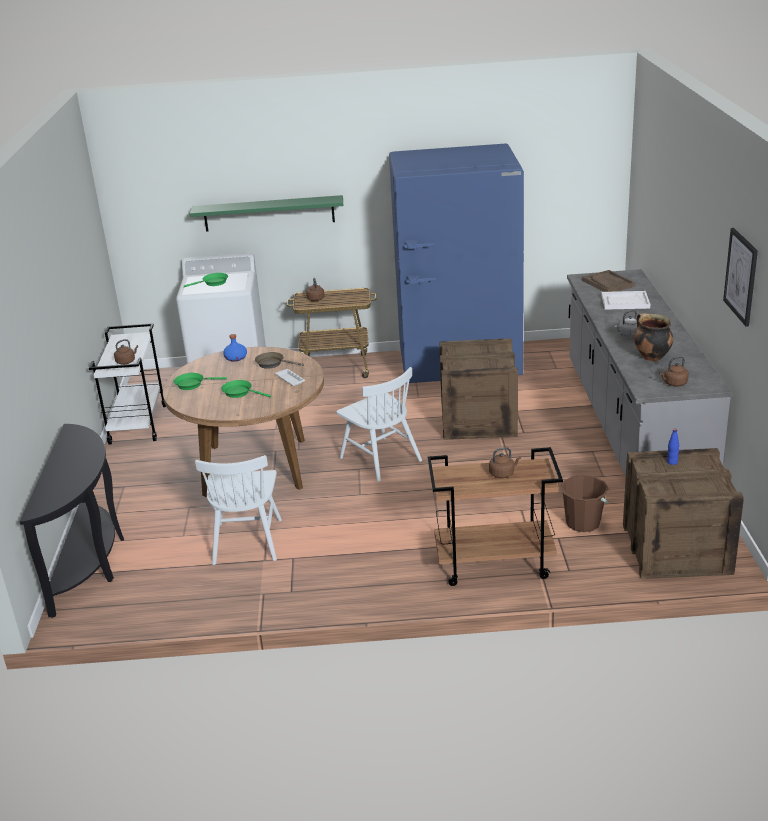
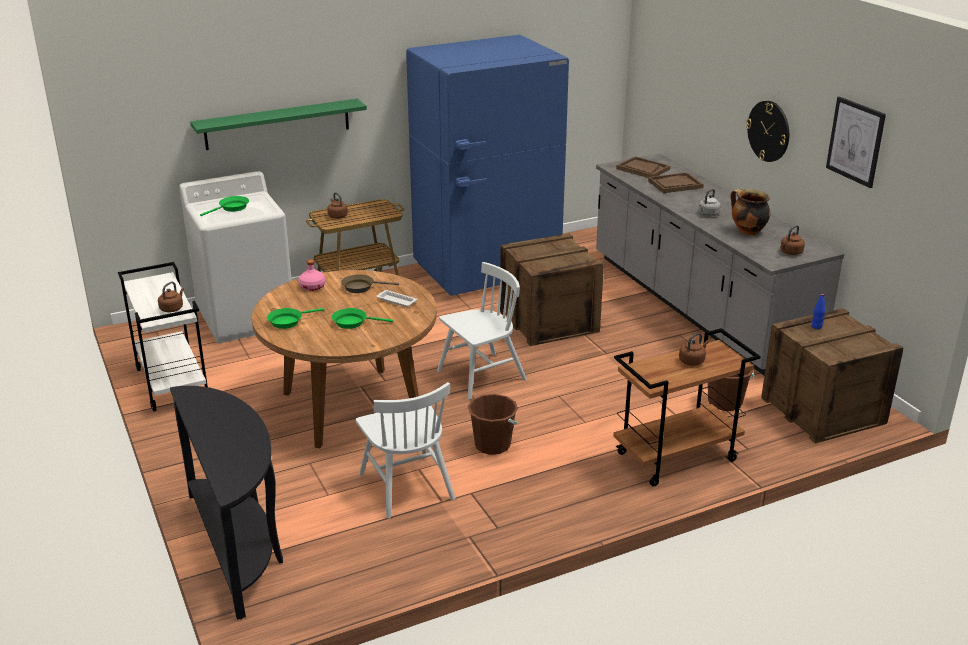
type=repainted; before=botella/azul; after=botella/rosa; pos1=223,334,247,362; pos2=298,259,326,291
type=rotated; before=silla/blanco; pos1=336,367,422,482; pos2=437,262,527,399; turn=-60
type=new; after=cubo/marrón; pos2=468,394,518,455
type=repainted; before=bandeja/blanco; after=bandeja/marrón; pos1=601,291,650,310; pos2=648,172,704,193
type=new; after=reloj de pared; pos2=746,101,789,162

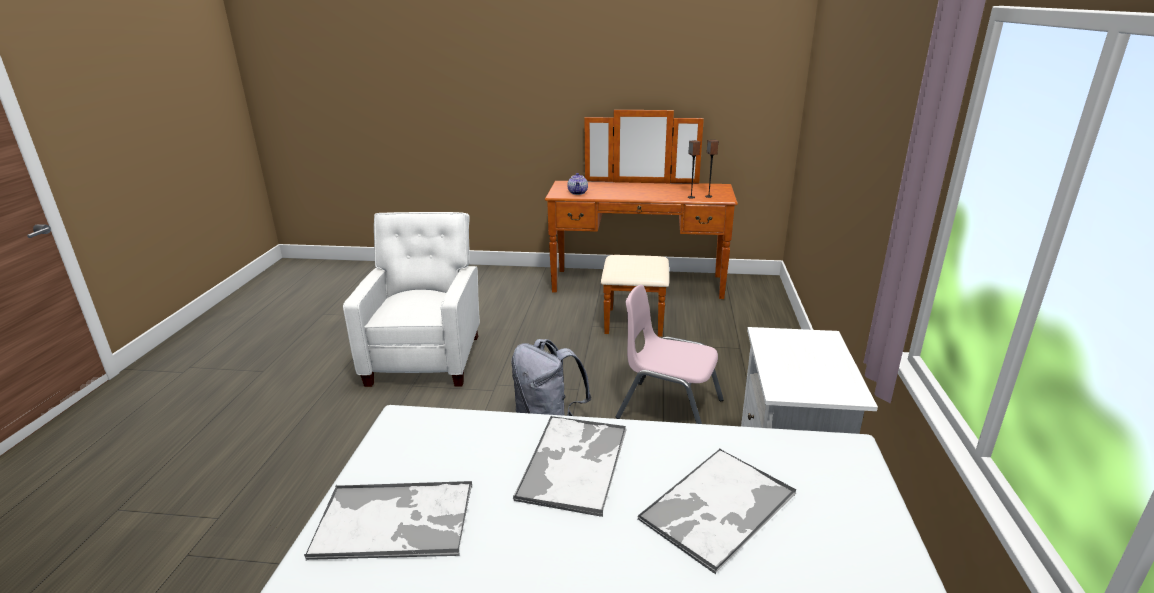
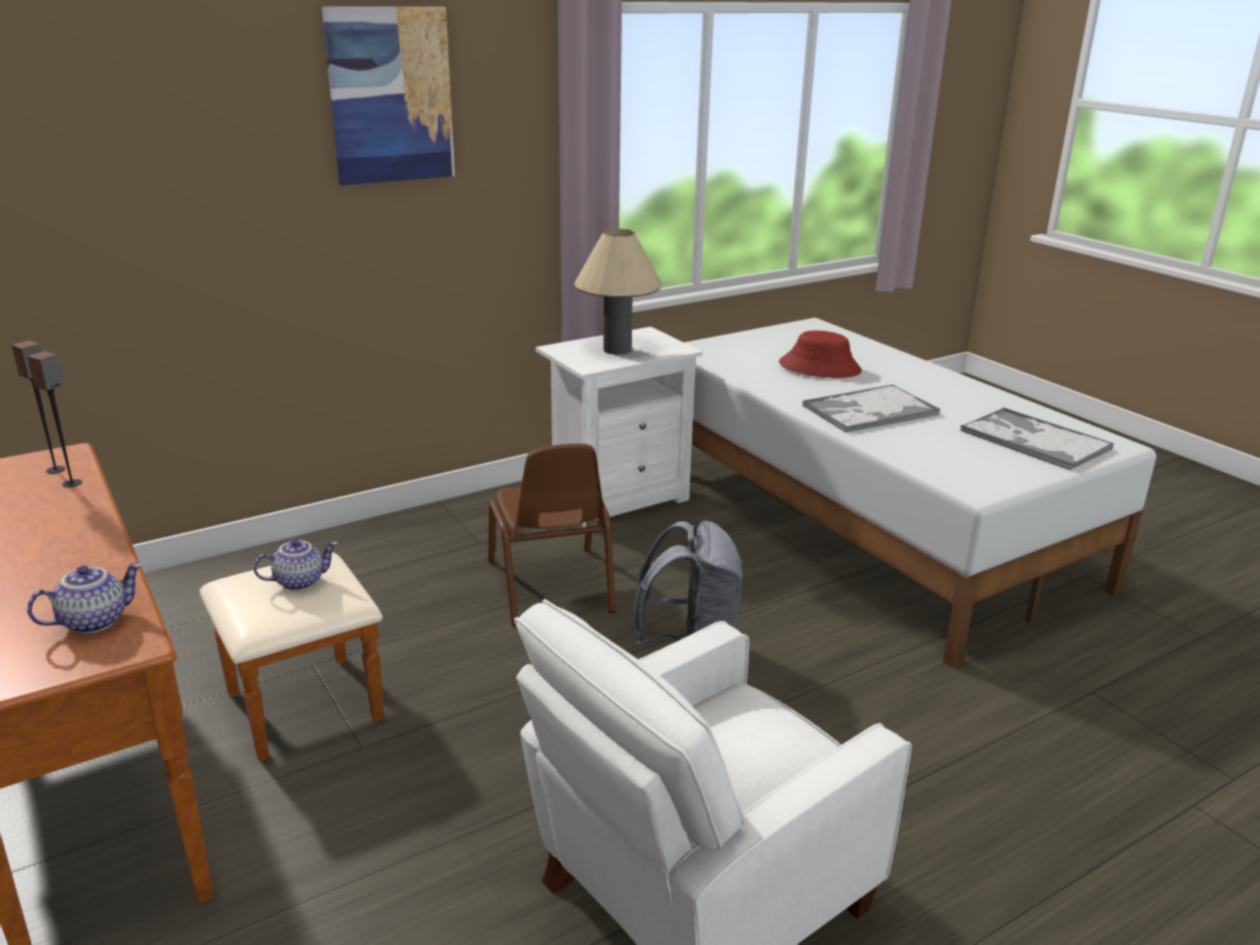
type=new; after=tetera; pos2=254,539,338,591
type=new; after=cuadro; pos2=322,7,455,186
type=repainted; before=silla/rosa; after=silla/marrón; pos1=616,285,724,424; pos2=488,444,616,626
type=new; after=lámpara de mesa/beis; pos2=575,229,662,355
type=swapped; before=bandeja; after=sombrero/rojo; pos1=637,448,796,574; pos2=779,330,862,378

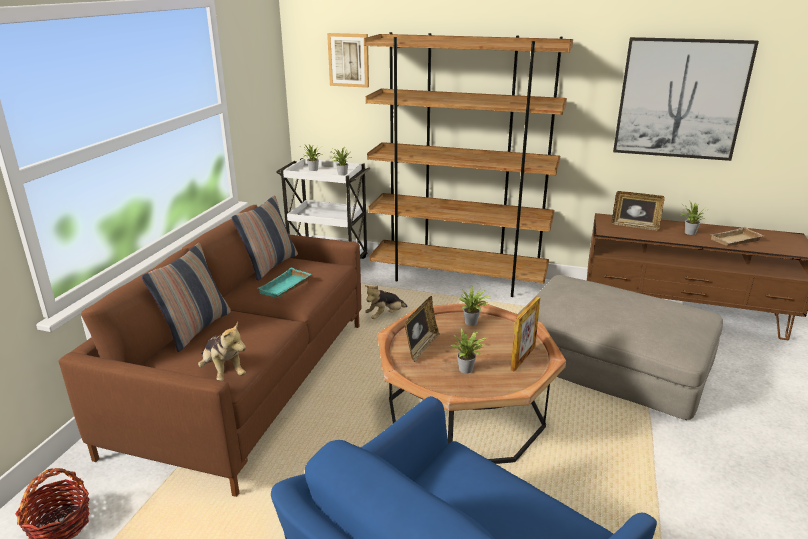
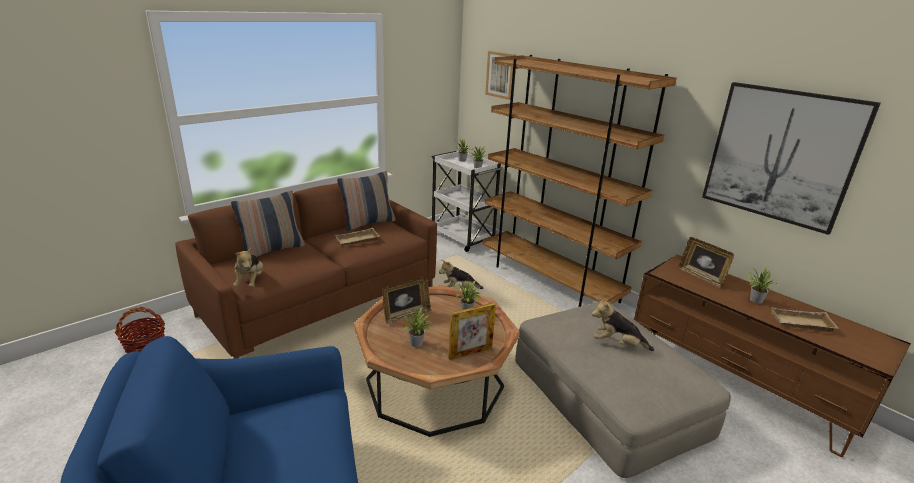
type=repainted; before=bandeja/turquesa; after=bandeja/beis; pos1=258,267,311,298; pos2=335,228,380,246
type=new; after=peluche; pos2=592,297,654,351

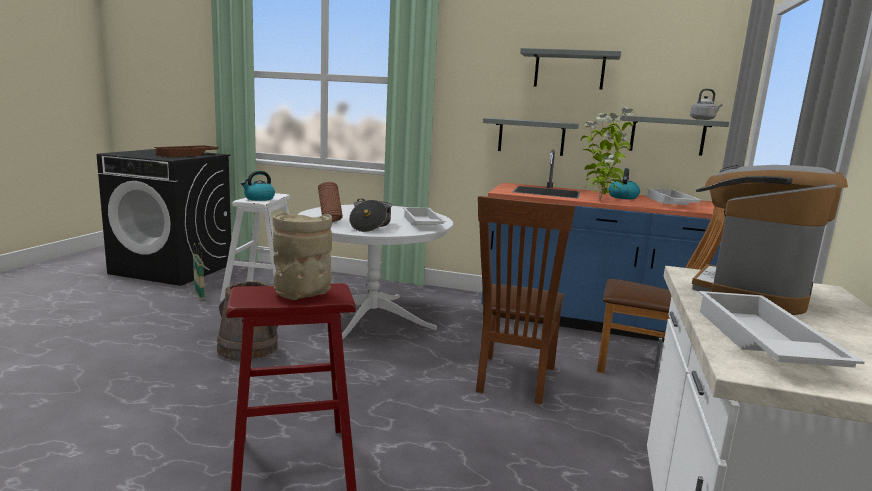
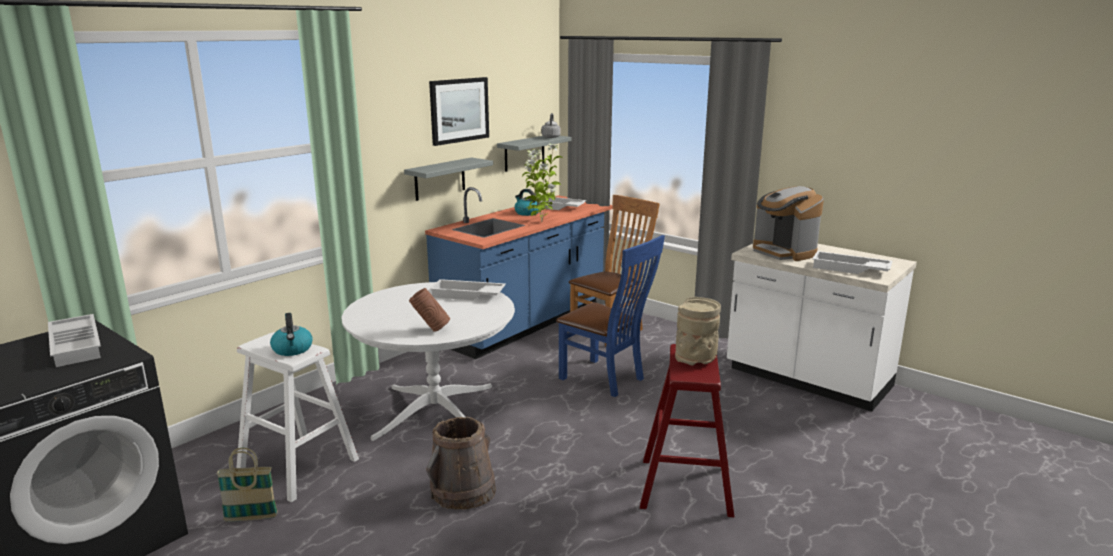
type=repainted; before=bandeja/marrón; after=bandeja/blanco; pos1=154,145,219,157; pos2=48,314,101,367
type=swapped; before=estante/gris; after=cuadro; pos1=520,48,621,90; pos2=429,77,489,146
type=repainted; before=silla/marrón; after=silla/azul; pos1=476,196,576,404; pos2=556,235,665,397
type=gone; before=olla; pos1=349,199,392,232

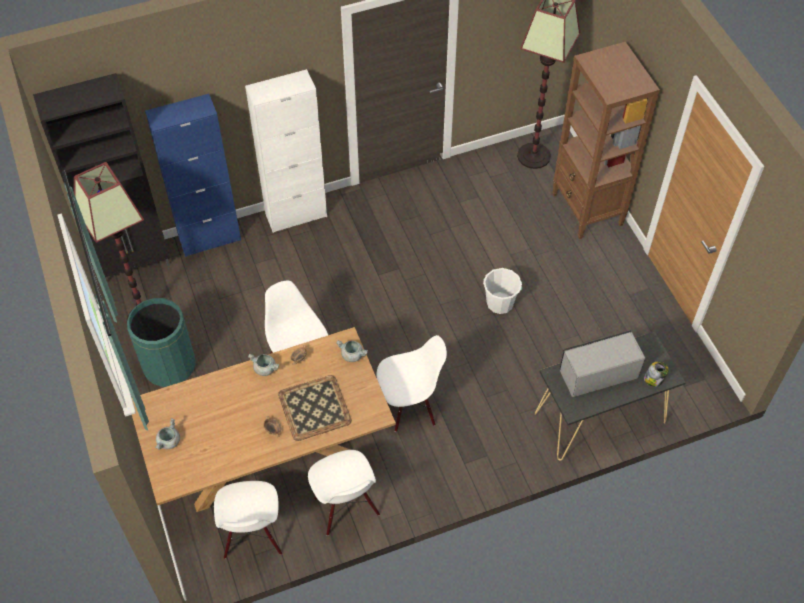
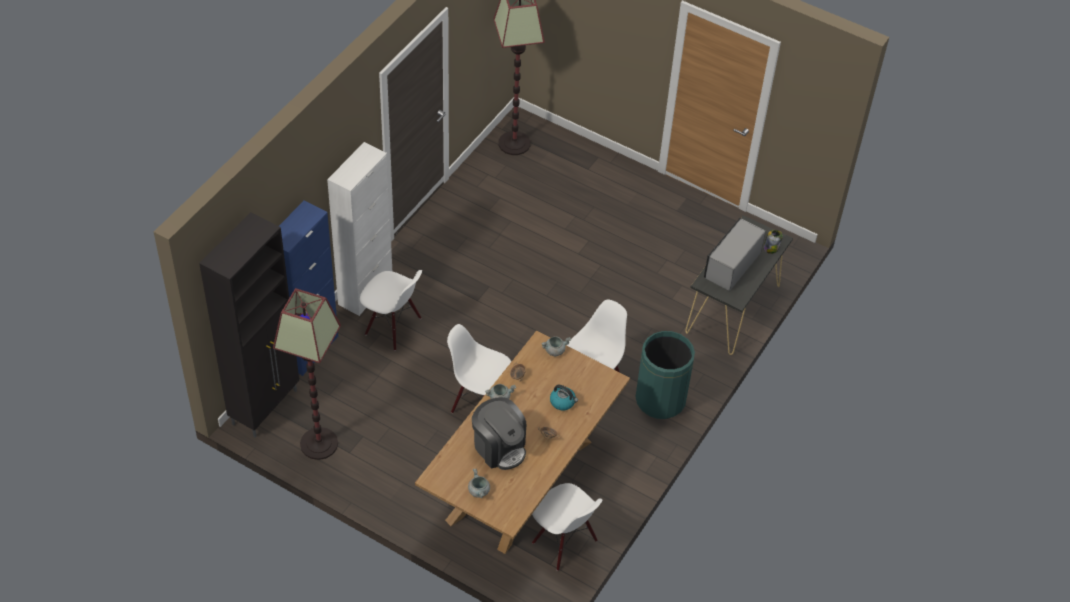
type=shifted; before=silla/blanco; pos1=308,450,380,536; pos2=360,270,422,351
type=new; after=cafetera; pos2=472,397,526,470
type=swapped; before=bandeja; after=hervidor; pos1=278,375,352,441; pos2=550,385,578,411
type=shifted; before=papelera/verde; pos1=127,298,196,387; pos2=636,331,695,419
type=gone; before=cubo/blanco; pos1=483,268,522,314
type=gone; before=estantería/marrón; pos1=552,42,660,239

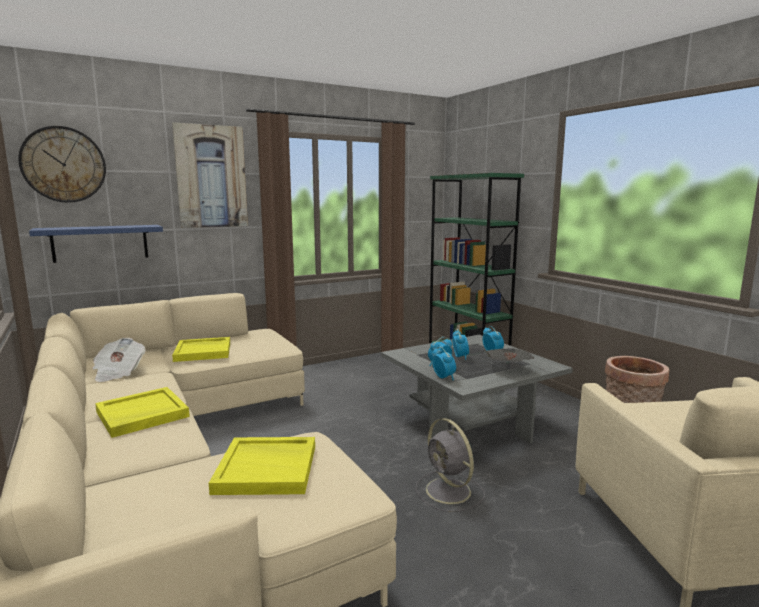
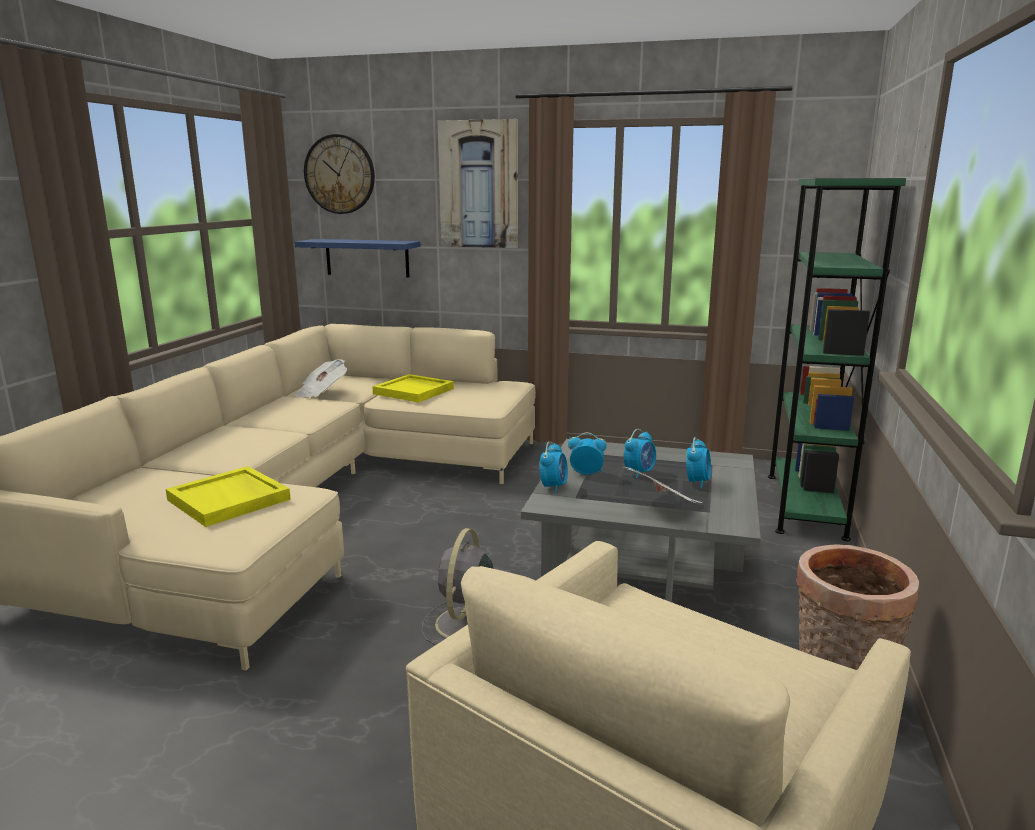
type=gone; before=bandeja/amarillo; pos1=95,387,190,438

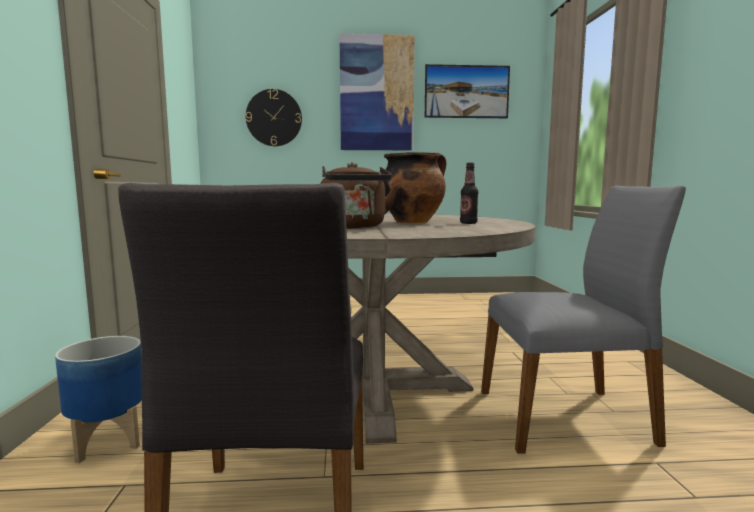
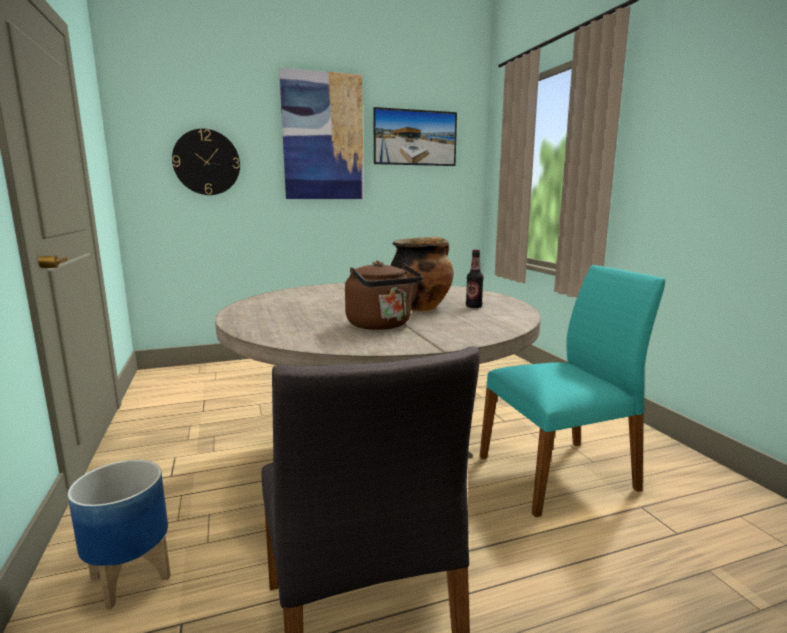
type=repainted; before=silla/gris; after=silla/turquesa; pos1=481,185,686,454; pos2=479,265,666,517

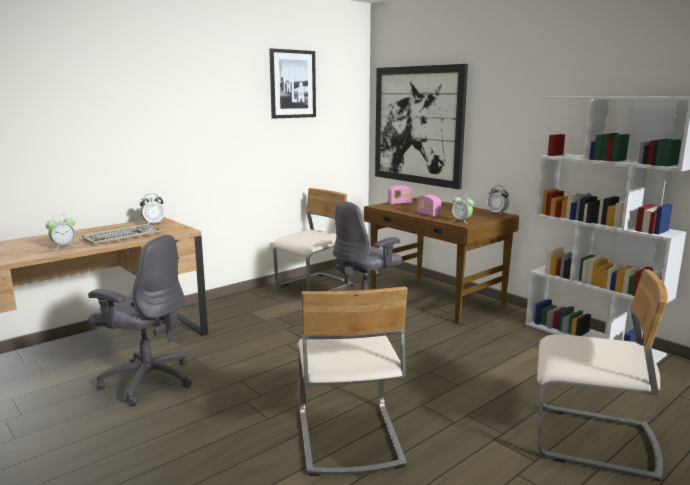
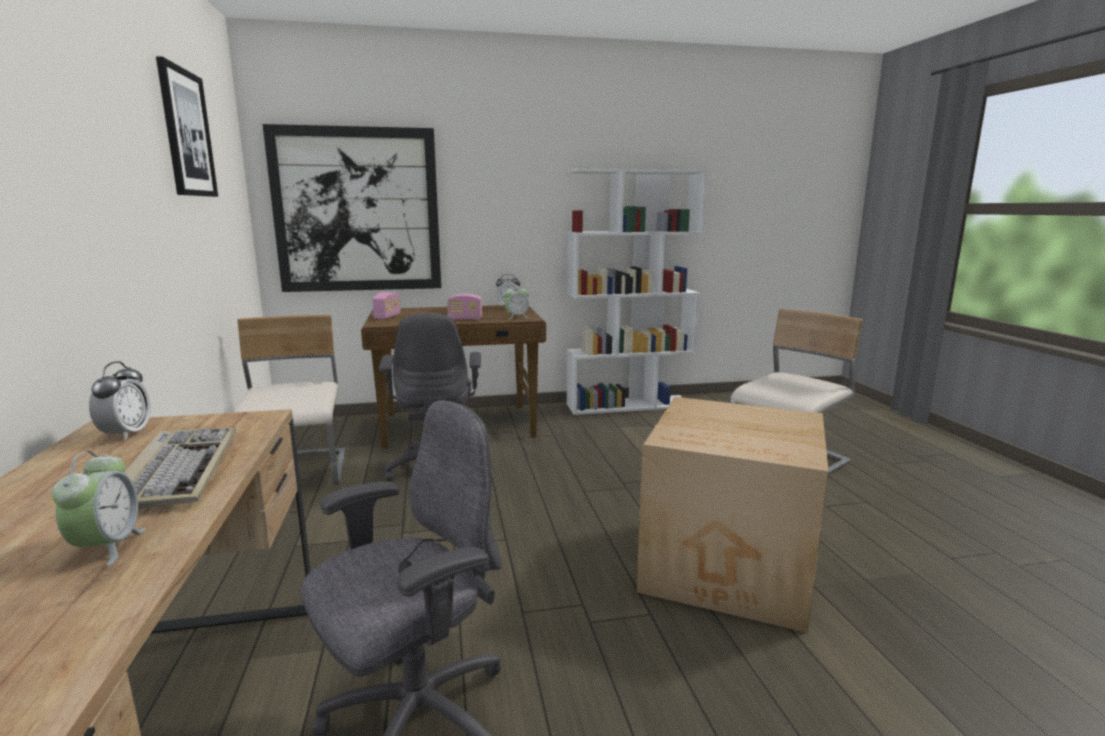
type=swapped; before=silla/beis; after=caja de cartón; pos1=298,286,408,476; pos2=637,397,829,633

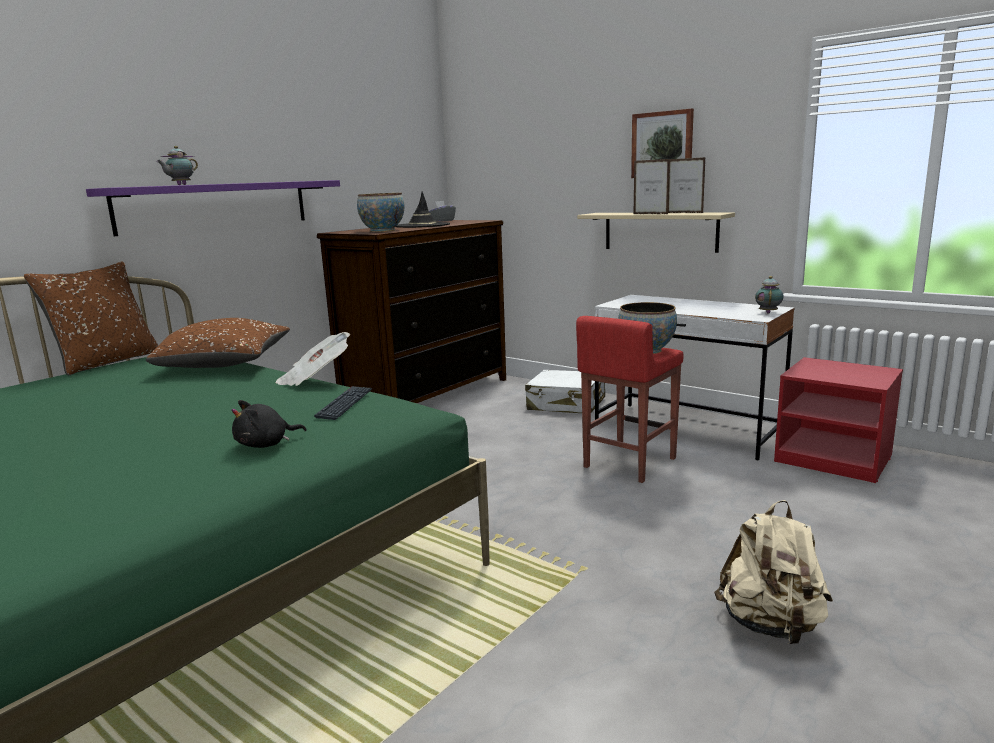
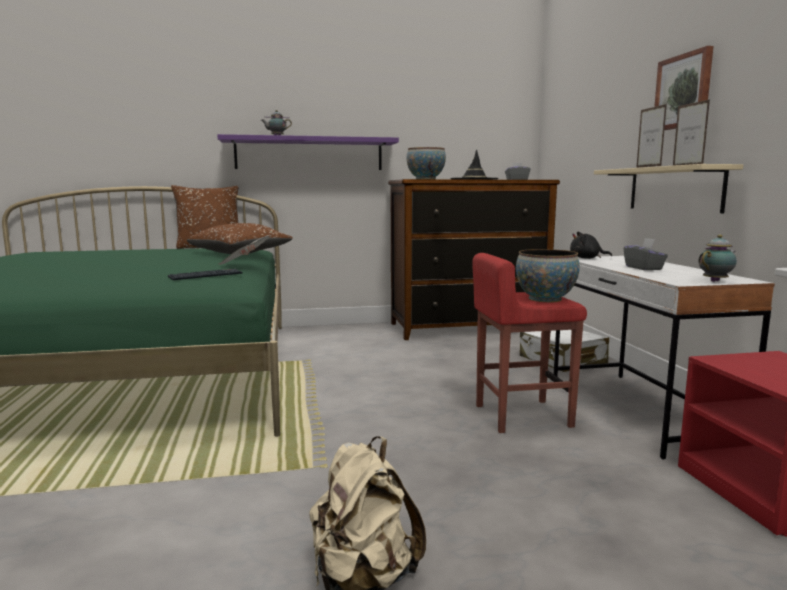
type=shifted; before=peluche/negro; pos1=231,400,307,448; pos2=570,231,612,259
type=new; after=caja de pañuelos/gris; pos2=623,238,668,270

